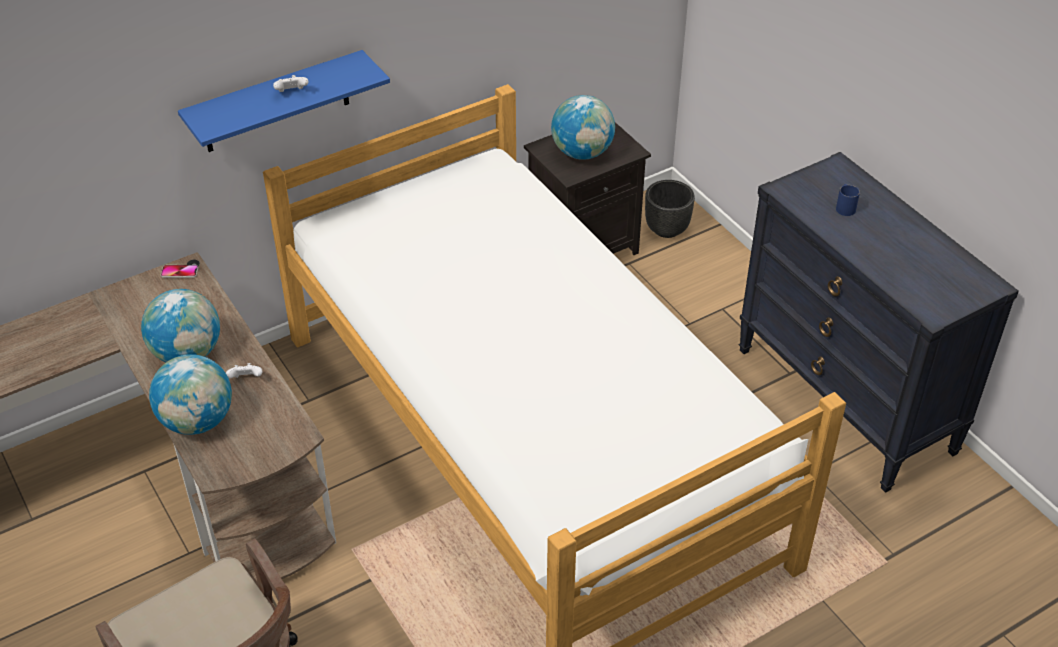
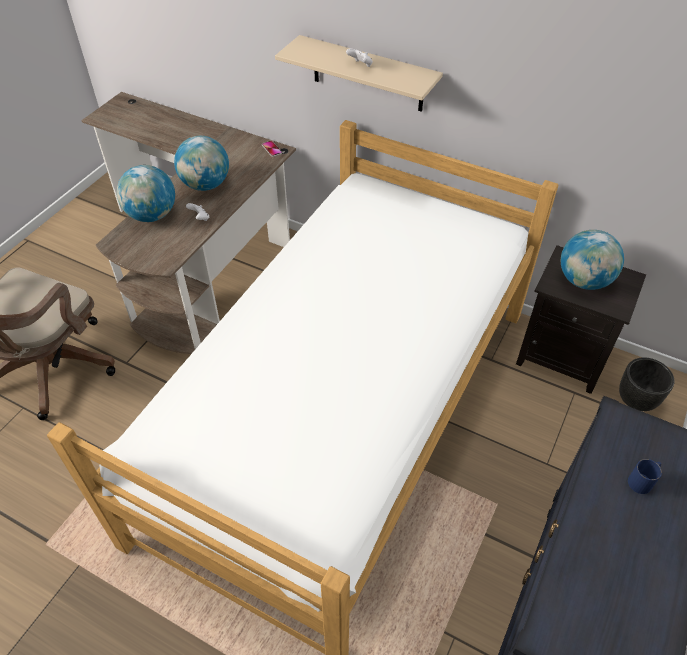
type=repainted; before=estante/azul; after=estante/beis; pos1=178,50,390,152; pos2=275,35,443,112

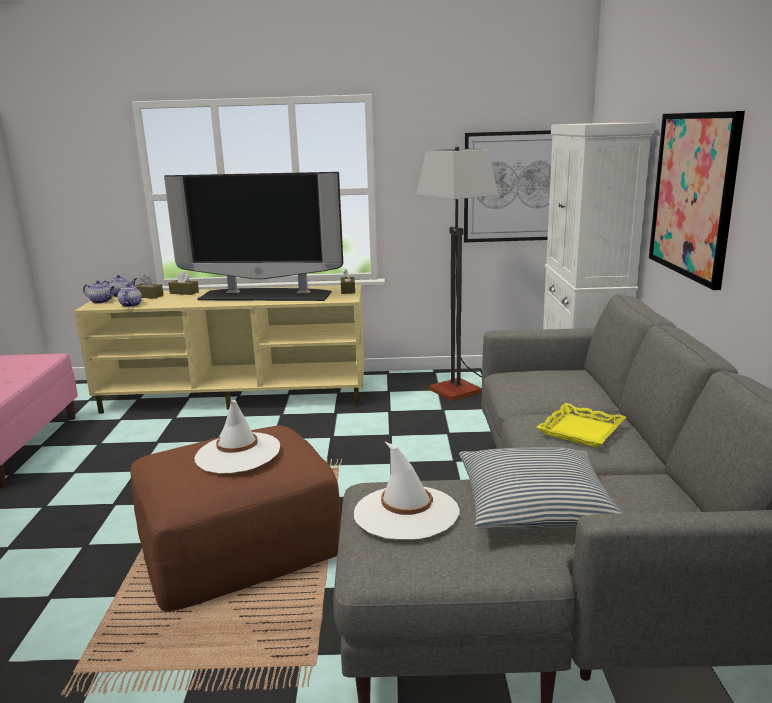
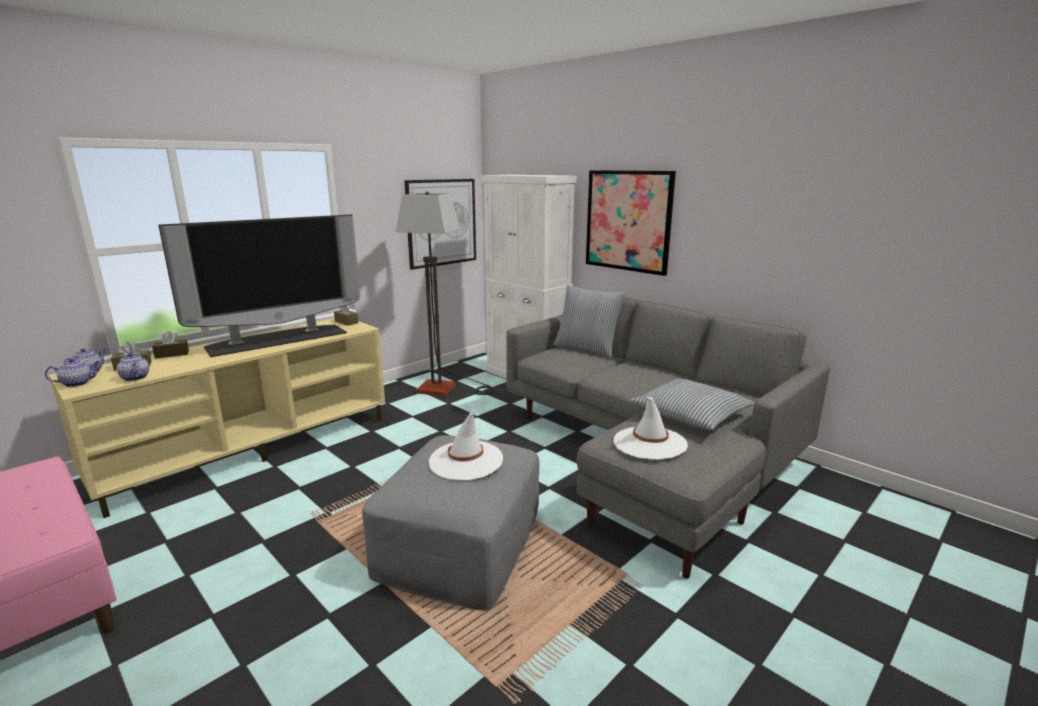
type=repainted; before=puf/marrón; after=puf/gris; pos1=130,425,341,612; pos2=362,435,539,611
type=new; after=cojín; pos2=553,284,626,358
type=gone; before=bandeja/amarillo; pos1=536,403,626,447

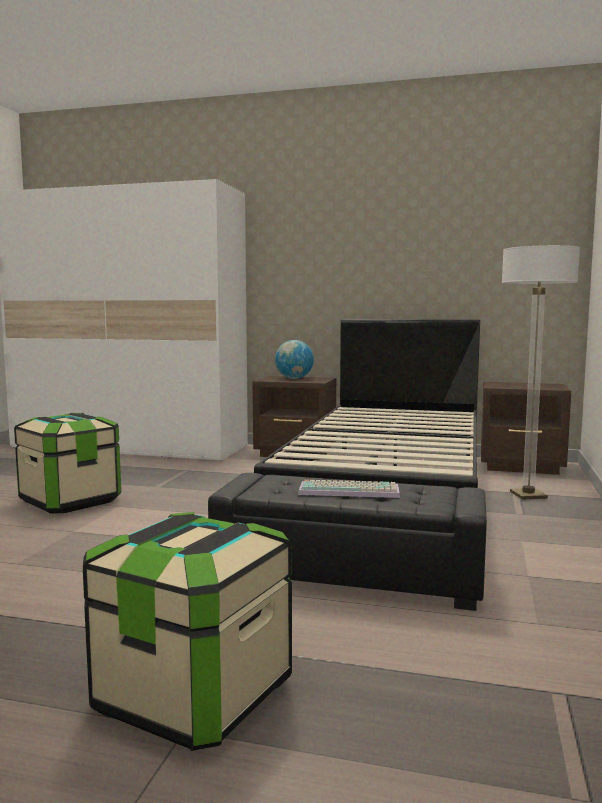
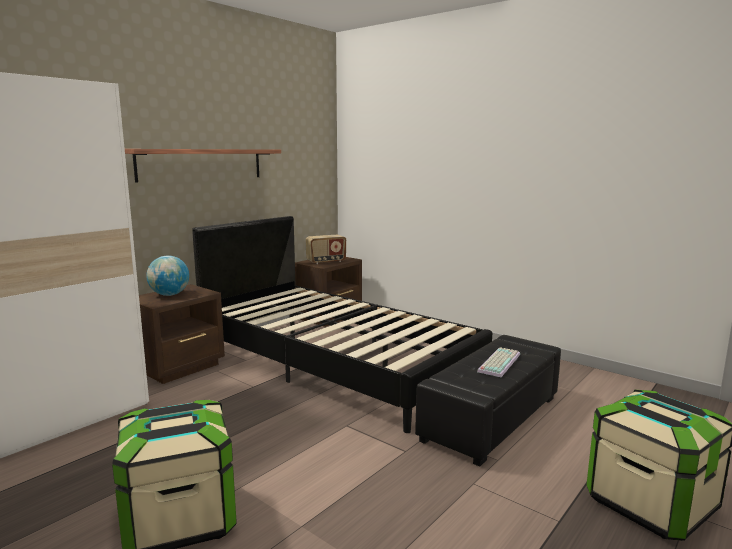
type=new; after=estante; pos2=125,149,281,183
type=new; after=radio; pos2=305,235,346,264
type=gone; before=lámpara de pie; pos1=502,245,580,500

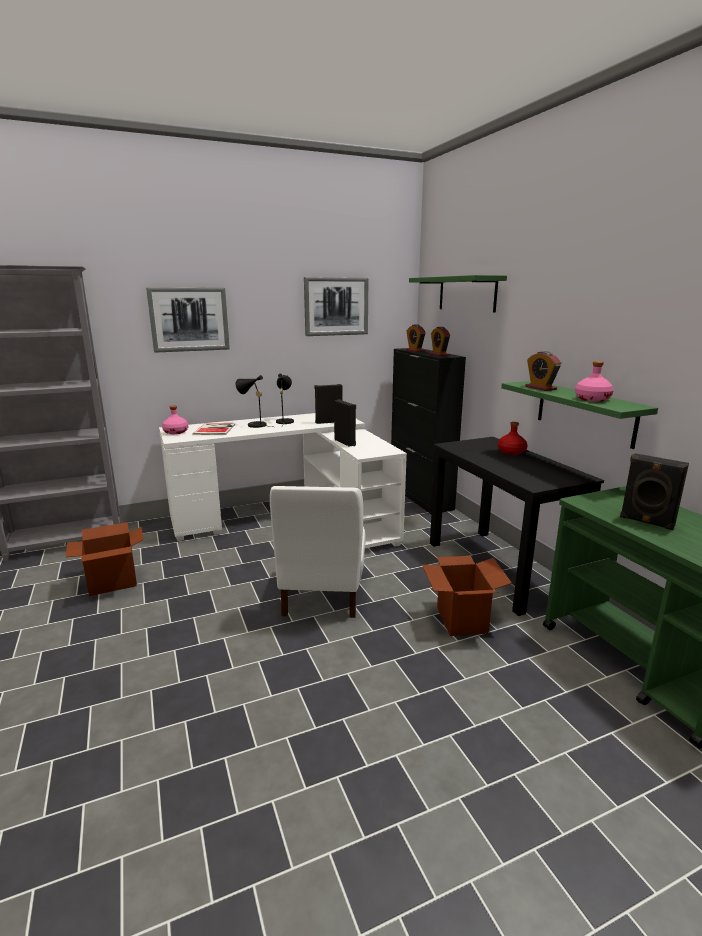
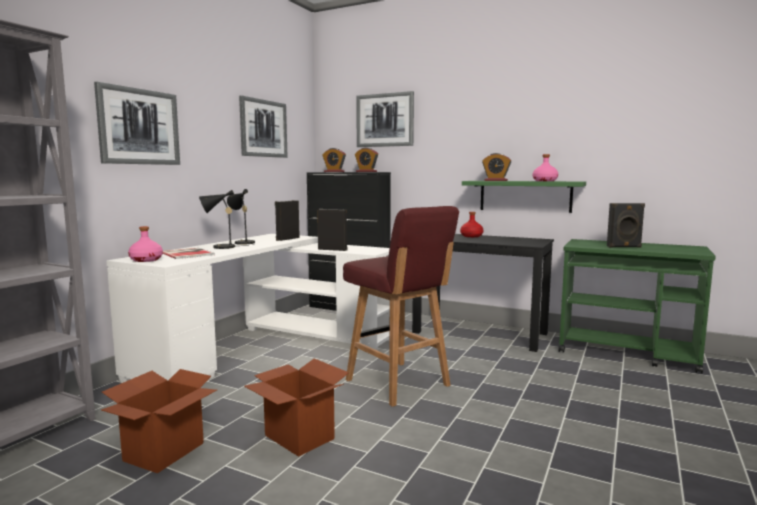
type=shifted; before=caja de cartón; pos1=422,556,512,636; pos2=244,359,349,457
type=swapped; before=silla/blanco; after=taburete/rojo; pos1=270,486,366,618; pos2=343,206,459,407
type=swapped; before=estante/verde; after=cuadro; pos1=409,275,507,312; pos2=356,91,414,147

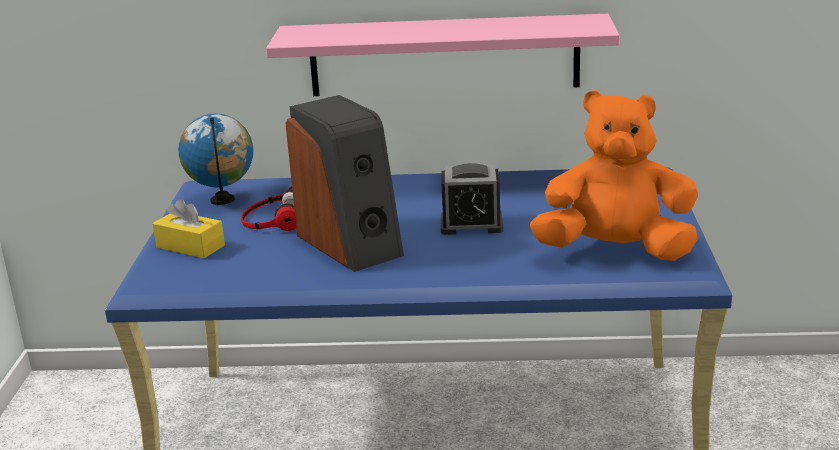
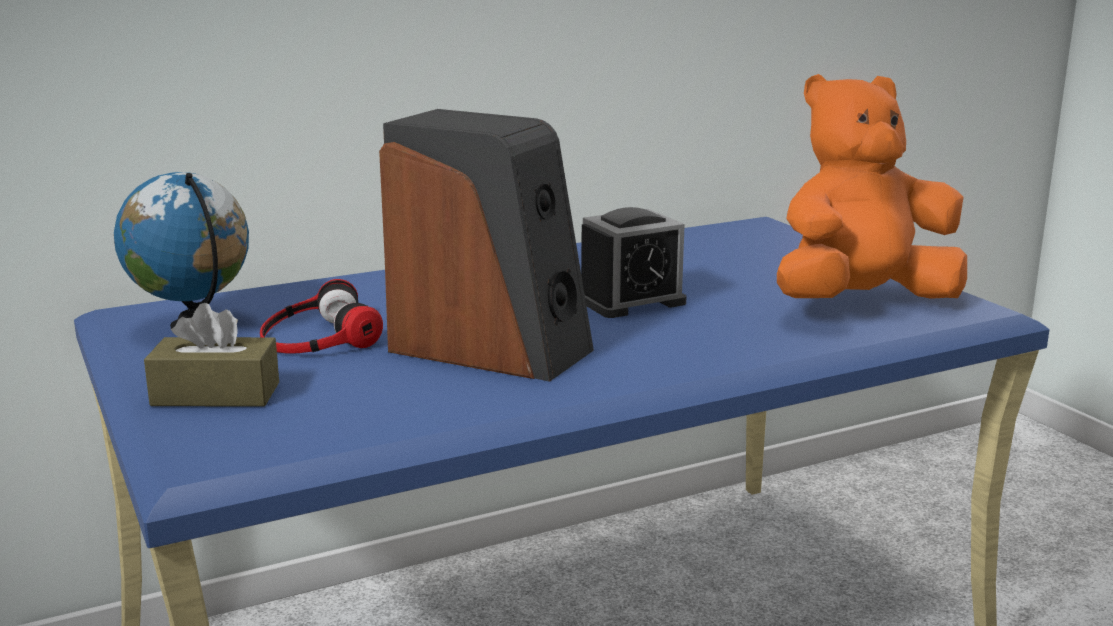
type=repainted; before=caja de pañuelos/amarillo; after=caja de pañuelos/marrón; pos1=152,198,225,258; pos2=144,303,279,407
type=gone; before=estante/rosa; pos1=266,14,620,96

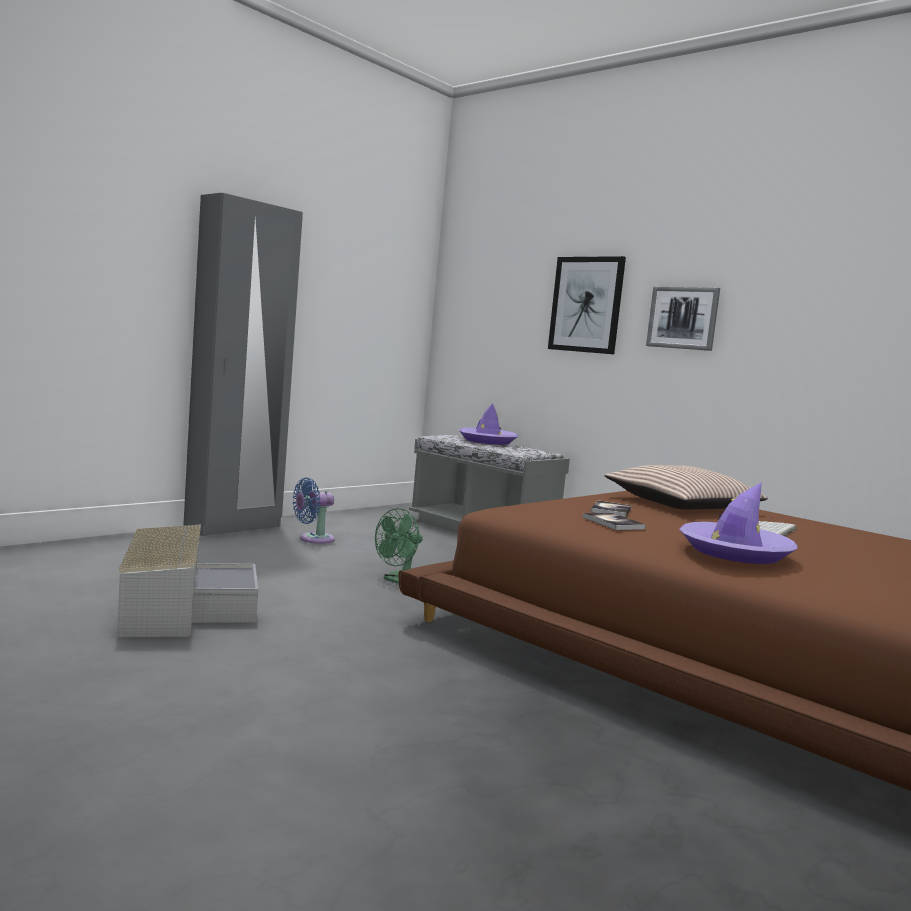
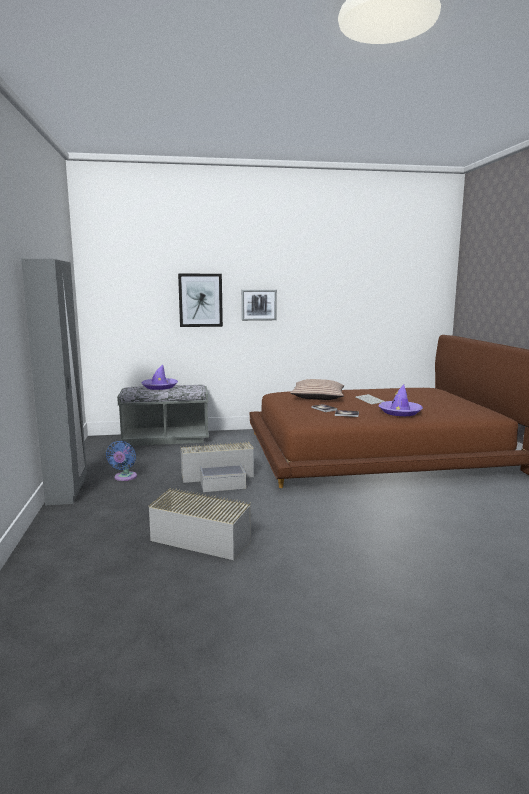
type=swapped; before=ventilador/verde; after=caja de almacenaje/gris; pos1=375,508,423,583; pos2=181,442,254,492

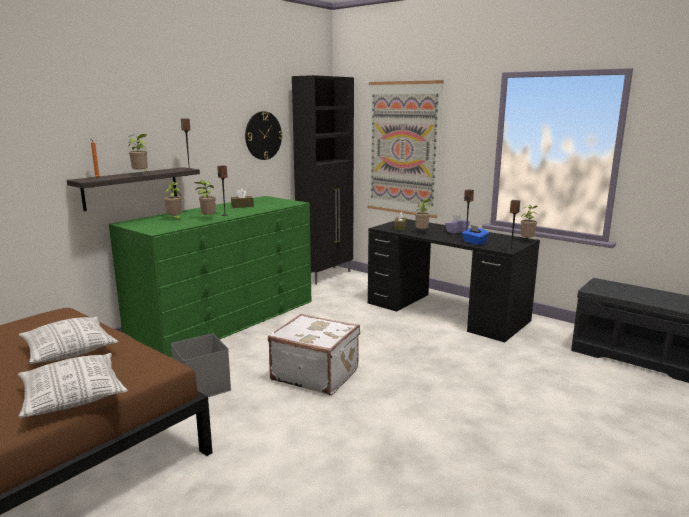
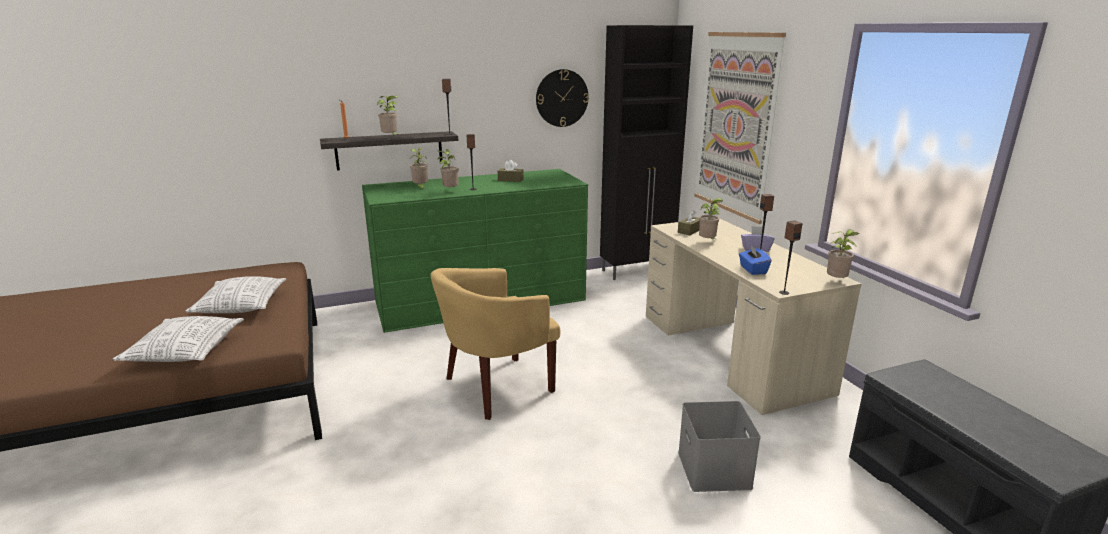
type=swapped; before=maleta/blanco; after=sillón/amarillo; pos1=268,314,360,395; pos2=431,268,560,420
type=repainted; before=escritorio/negro; after=escritorio/beis; pos1=368,219,540,342; pos2=646,218,861,415
type=shifted; before=caja de almacenaje/gris; pos1=171,334,231,397; pos2=678,401,761,492

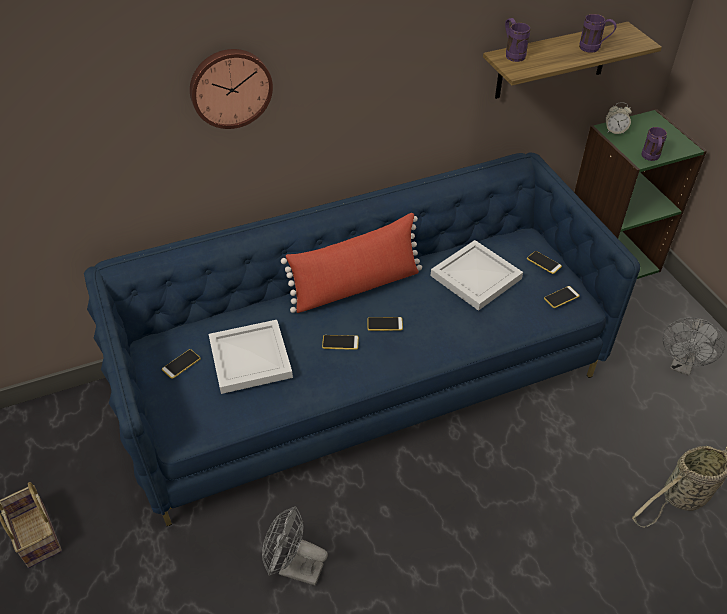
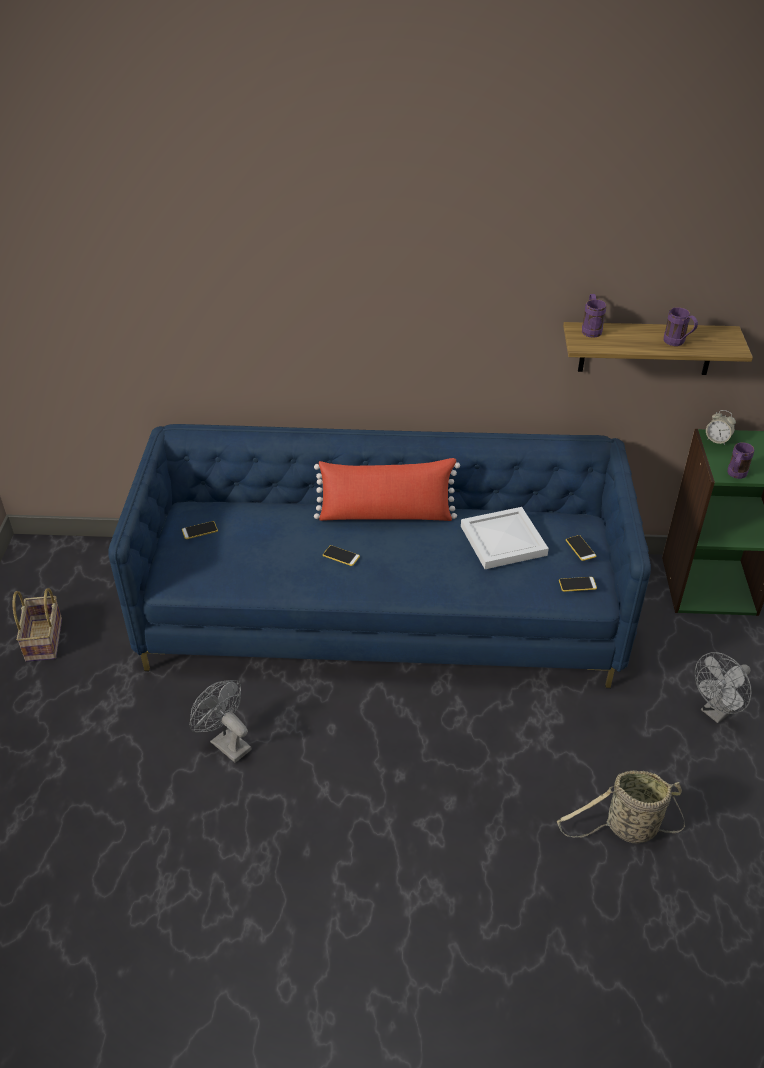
type=gone; before=reloj de pared; pos1=190,49,273,129
type=gone; before=bandeja/blanco; pos1=209,320,293,394
type=gone; before=móvil; pos1=367,317,403,331

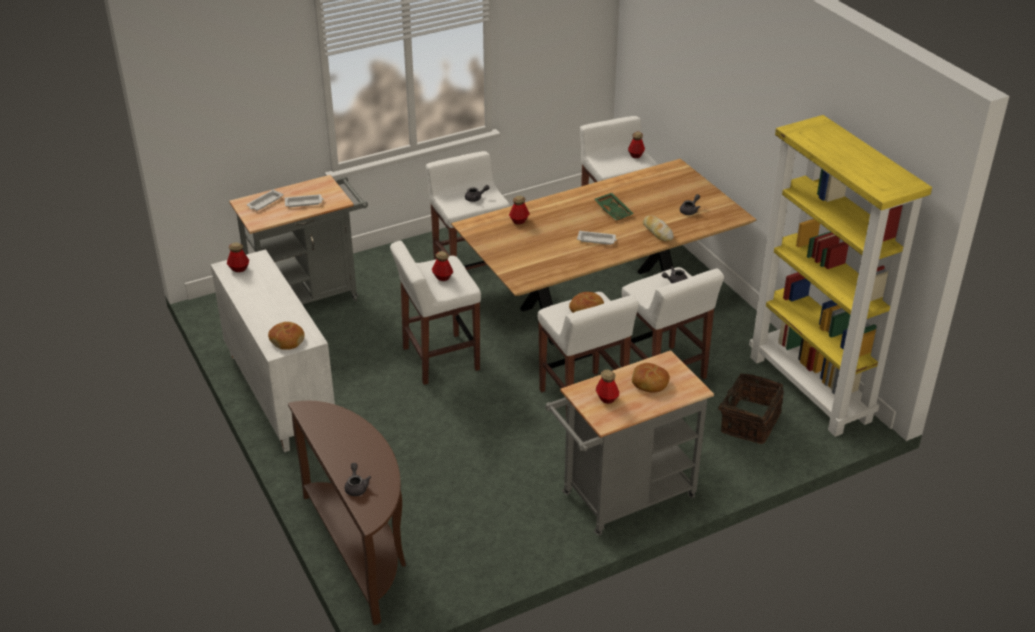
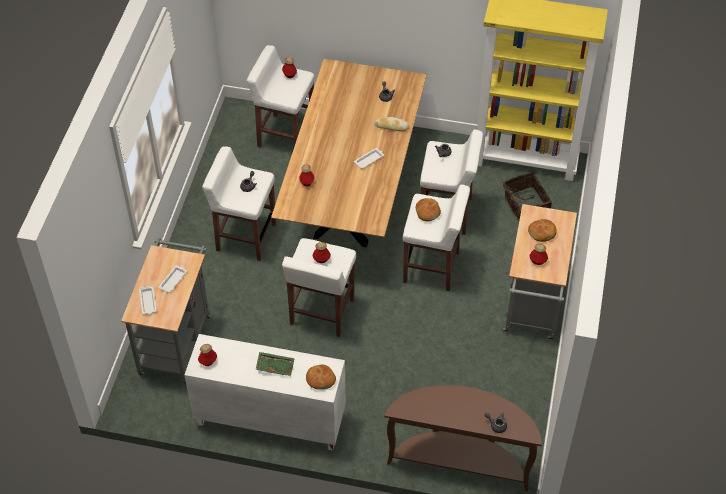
type=shifted; before=bandeja/verde; pos1=594,193,634,221; pos2=256,352,295,376

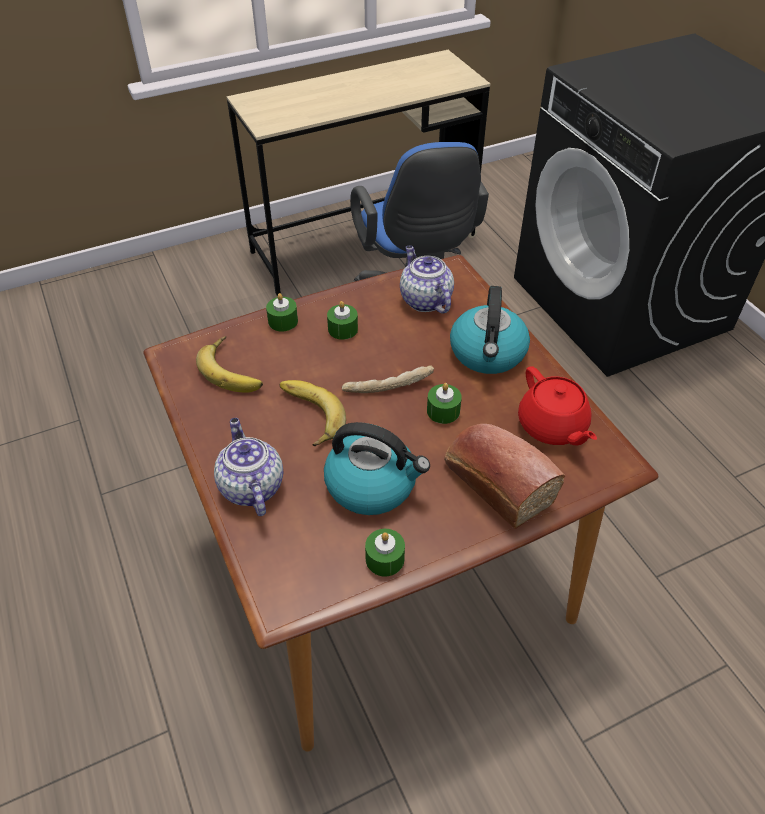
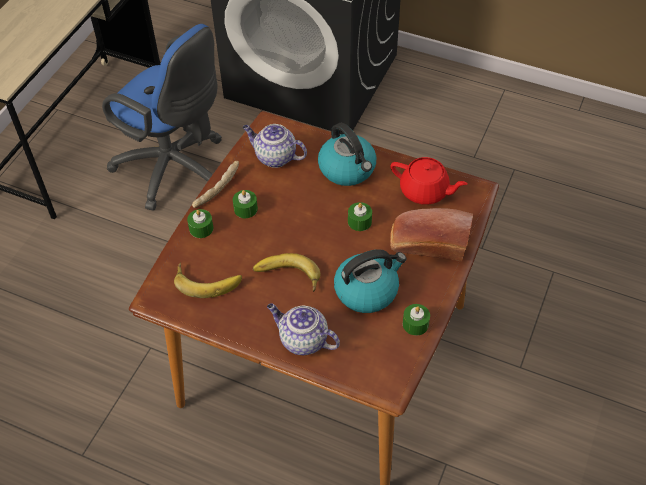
type=shifted; before=pan; pos1=342,365,434,393; pos2=192,161,239,208

